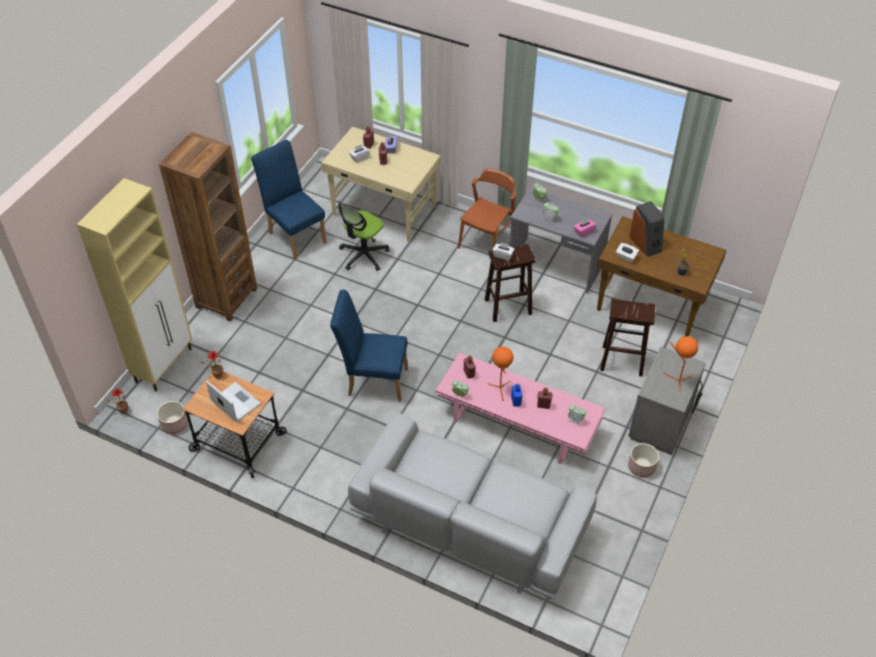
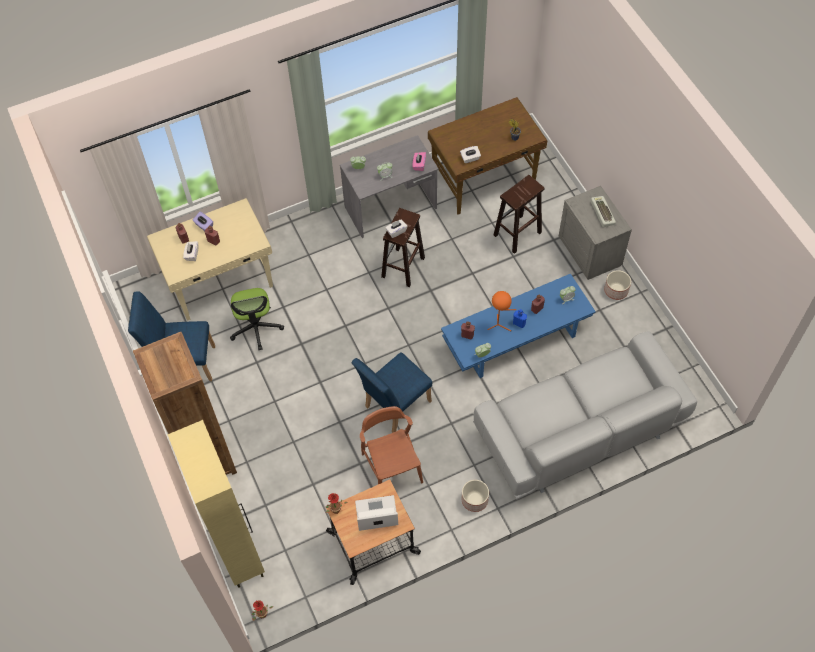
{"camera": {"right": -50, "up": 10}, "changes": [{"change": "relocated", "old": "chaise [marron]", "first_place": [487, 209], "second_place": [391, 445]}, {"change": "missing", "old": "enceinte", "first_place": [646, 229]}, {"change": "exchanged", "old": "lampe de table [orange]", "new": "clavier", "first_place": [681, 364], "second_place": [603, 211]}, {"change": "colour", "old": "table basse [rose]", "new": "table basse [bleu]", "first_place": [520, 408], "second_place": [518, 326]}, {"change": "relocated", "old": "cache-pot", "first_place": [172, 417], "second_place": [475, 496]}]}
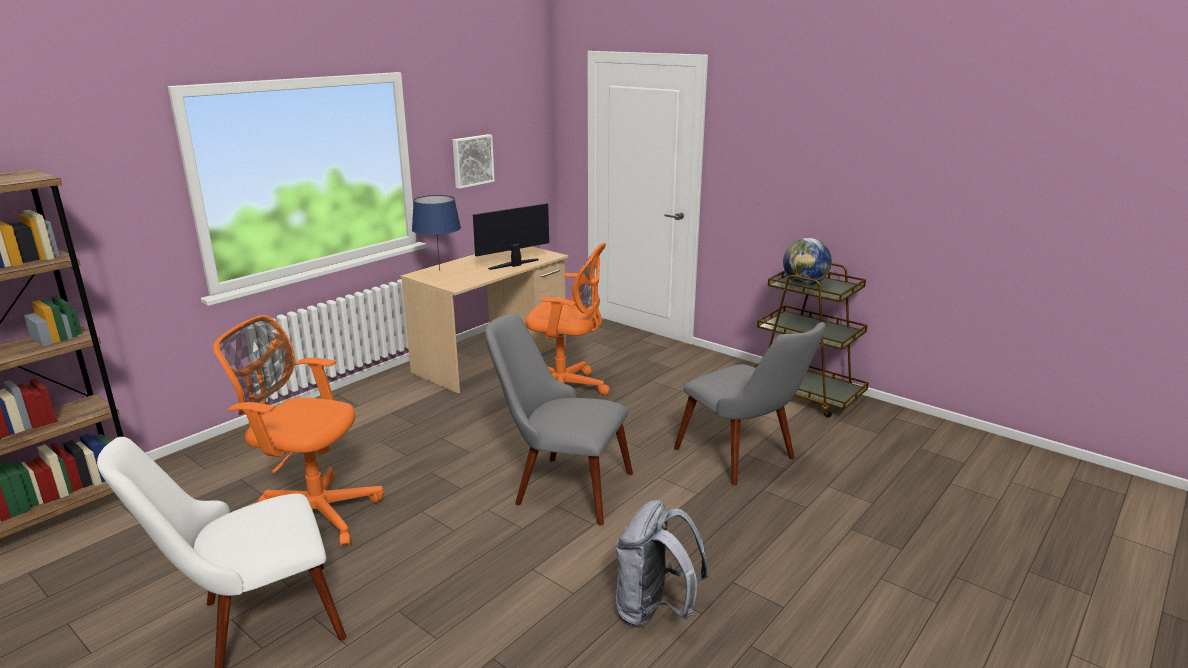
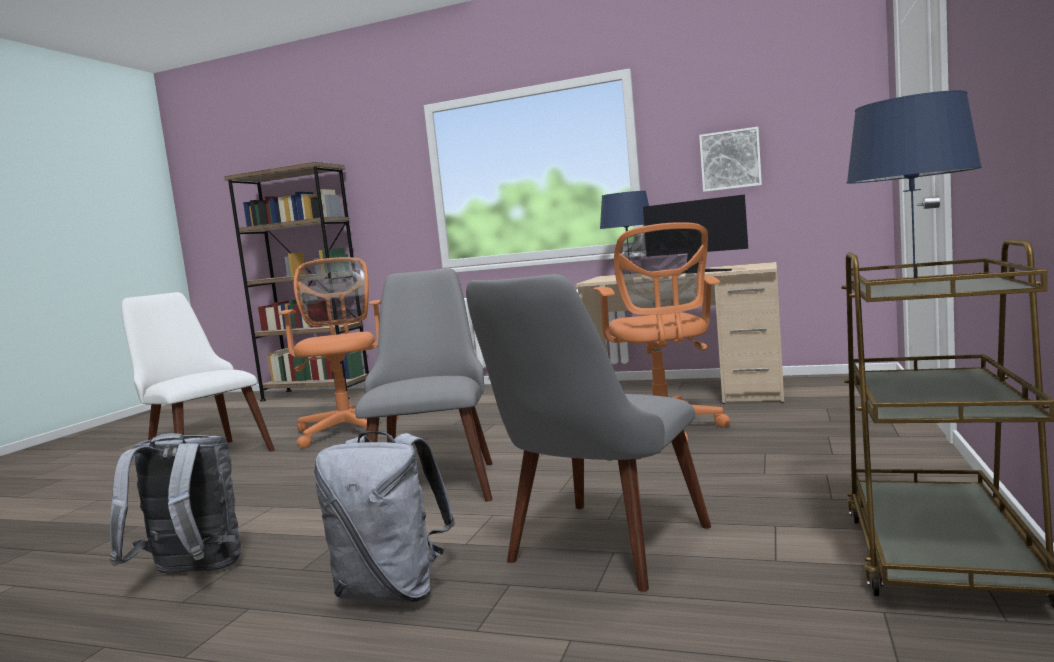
{"camera": {"right": 70, "up": -15}, "changes": [{"change": "exchanged", "old": "globe", "new": "lampe de table [bleu]", "first_place": [807, 262], "second_place": [914, 184]}, {"change": "appeared", "new": "sac à dos [gris]", "second_place": [384, 516]}]}
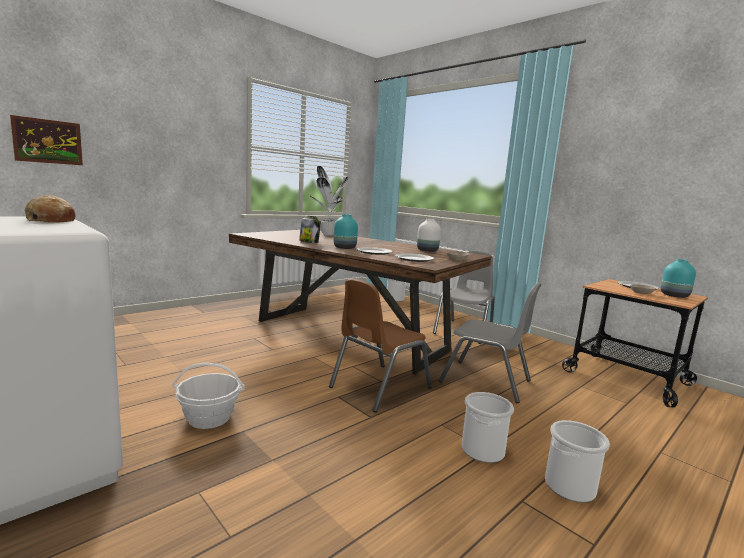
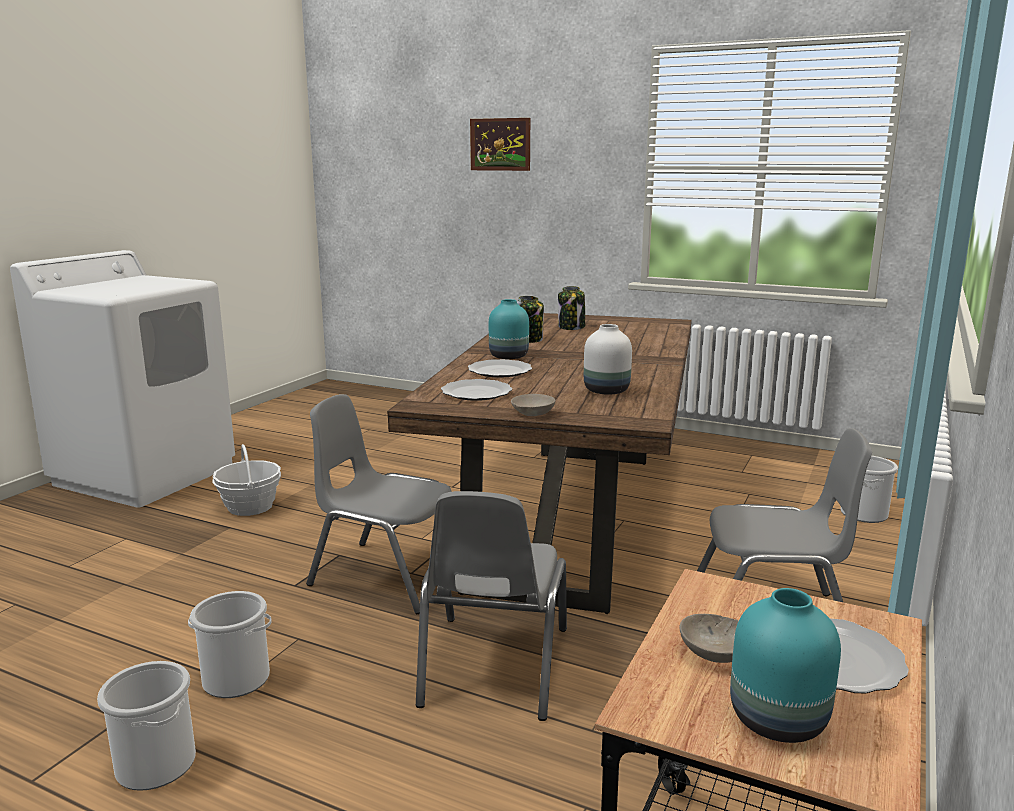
{"camera": {"right": 70, "up": 5}, "changes": [{"change": "relocated", "old": "tableau", "first_place": [46, 140], "second_place": [500, 144]}, {"change": "missing", "old": "plante en pot", "first_place": [328, 201]}, {"change": "missing", "old": "pain", "first_place": [50, 208]}, {"change": "colour", "old": "chaise [marron]", "new": "chaise [gris]", "first_place": [380, 345], "second_place": [379, 504]}, {"change": "appeared", "new": "bocal", "second_place": [571, 308]}]}
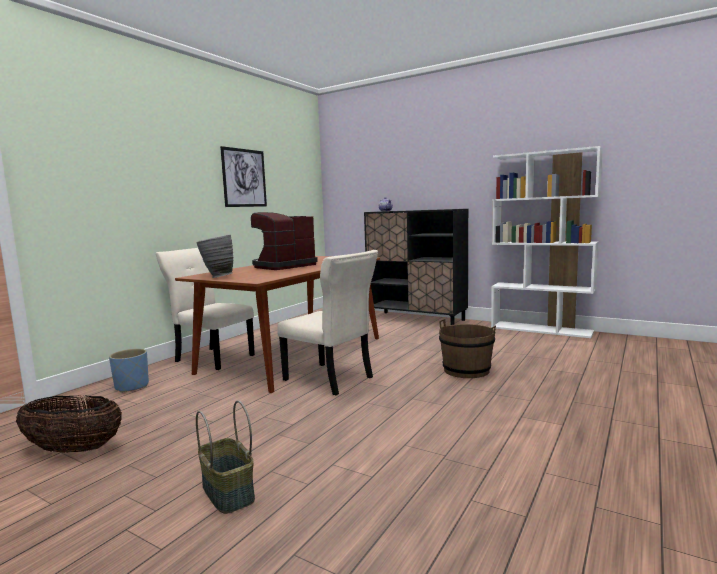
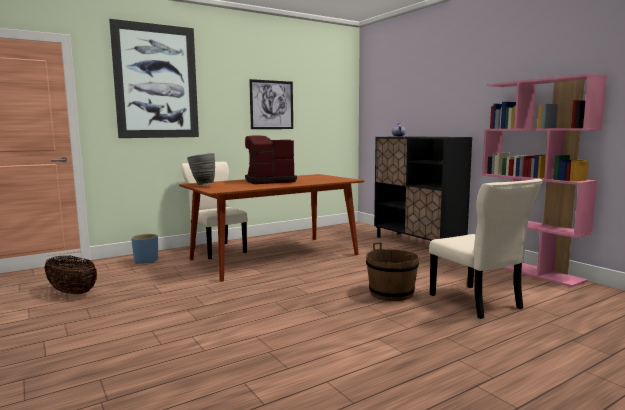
{"camera": {"right": 25, "up": 0}, "changes": [{"change": "colour", "old": "bibliothèque [blanc]", "new": "bibliothèque [rose]", "first_place": [547, 242], "second_place": [544, 180]}, {"change": "relocated", "old": "chaise [beige]", "first_place": [327, 322], "second_place": [486, 249]}, {"change": "missing", "old": "panier", "first_place": [225, 457]}, {"change": "appeared", "new": "tableau", "second_place": [154, 78]}]}
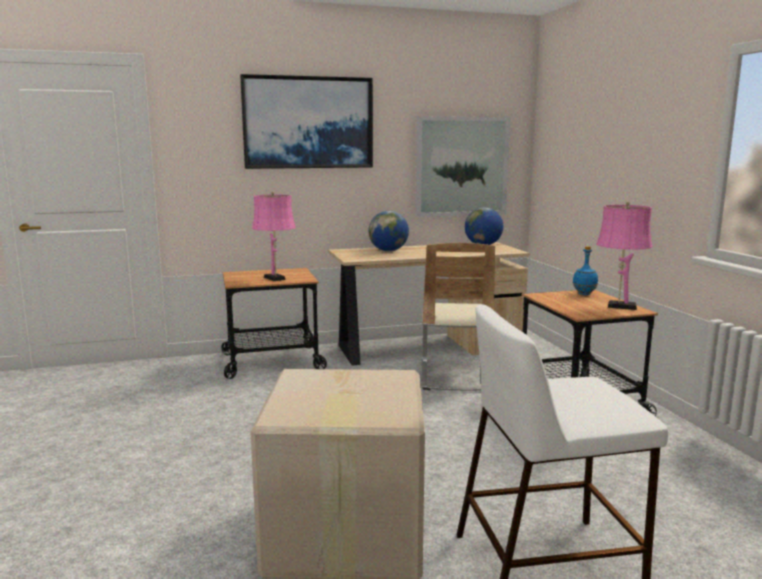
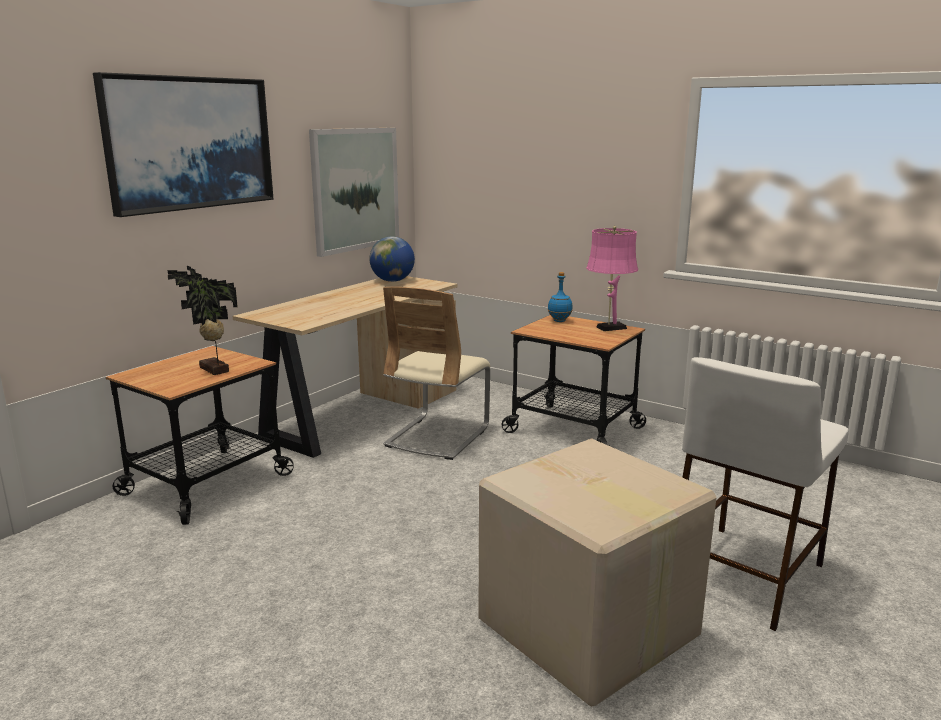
{"camera": {"right": -40, "up": 5}, "changes": [{"change": "exchanged", "old": "lampe de table [rose]", "new": "plante en pot", "first_place": [274, 236], "second_place": [203, 320]}, {"change": "missing", "old": "globe", "first_place": [388, 231]}, {"change": "spun", "old": "chaise [beige]", "first_place": [458, 317], "second_place": [437, 373], "degrees": 60}]}
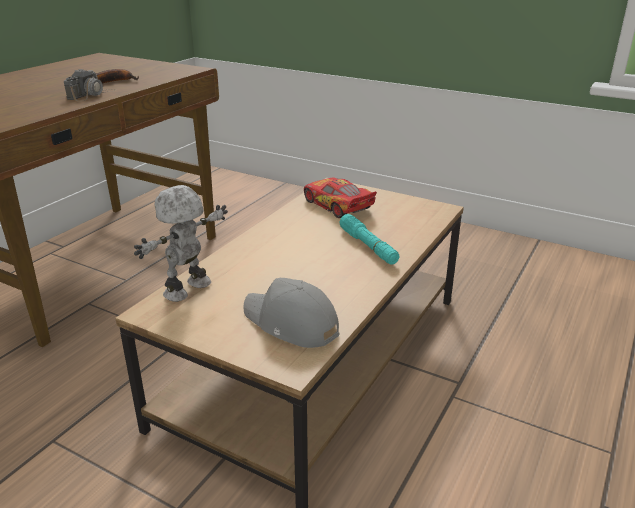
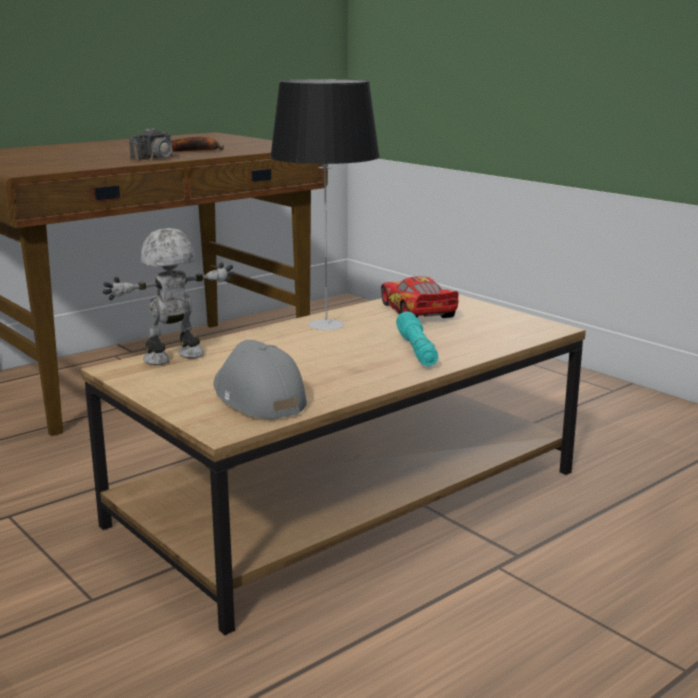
{"camera": {"right": 20, "up": -10}, "changes": [{"change": "appeared", "new": "lampe de table", "second_place": [325, 205]}]}
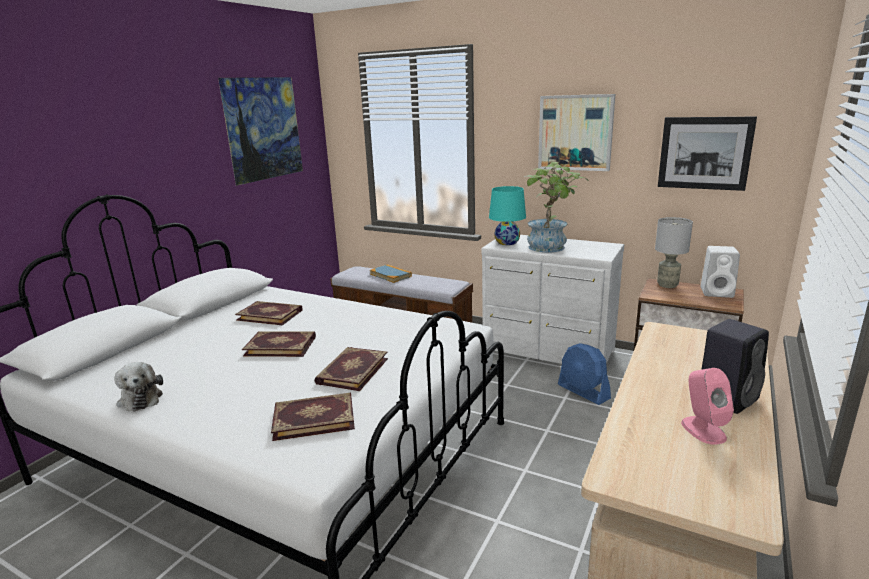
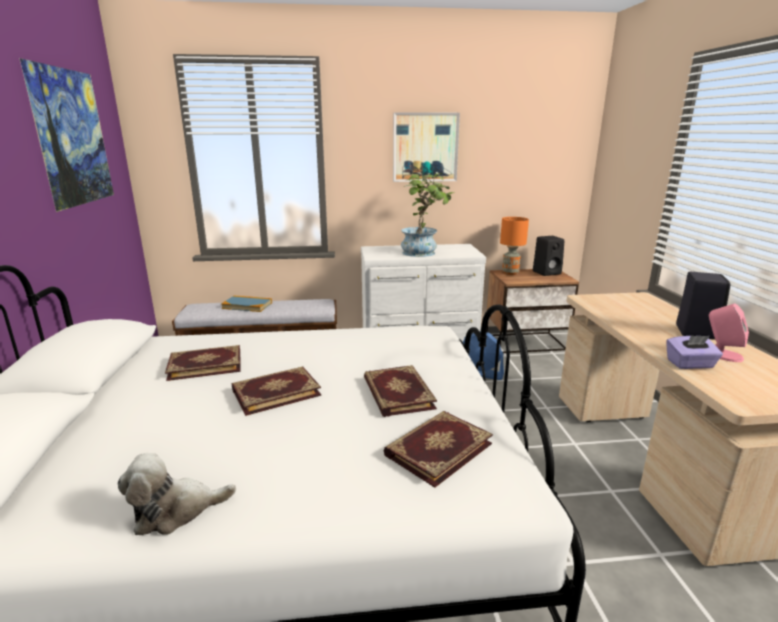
{"camera": {"right": -35, "up": 0}, "changes": [{"change": "missing", "old": "tableau", "first_place": [707, 154]}, {"change": "missing", "old": "lampe de table [turquoise]", "first_place": [507, 215]}, {"change": "colour", "old": "lampe de table [gris]", "new": "lampe de table [orange]", "first_place": [674, 252], "second_place": [514, 246]}, {"change": "colour", "old": "enceinte [blanc]", "new": "enceinte [noir]", "first_place": [720, 272], "second_place": [548, 256]}, {"change": "spun", "old": "peluche", "first_place": [138, 386], "second_place": [177, 494], "degrees": 135}, {"change": "appeared", "new": "boîte à mouchoirs [violet]", "second_place": [694, 352]}]}
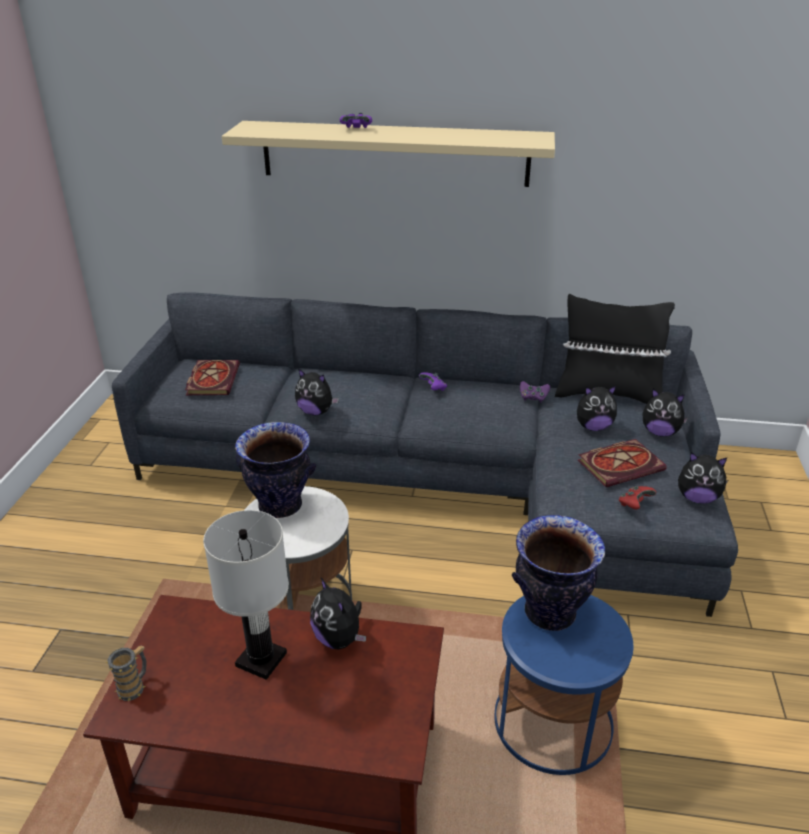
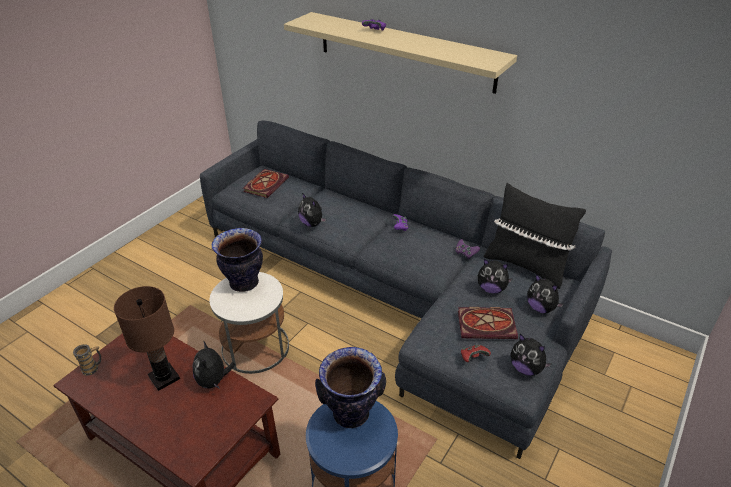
{"camera": {"right": 25, "up": 5}, "changes": [{"change": "colour", "old": "lampe de table [blanc]", "new": "lampe de table [marron]", "first_place": [246, 595], "second_place": [147, 338]}]}
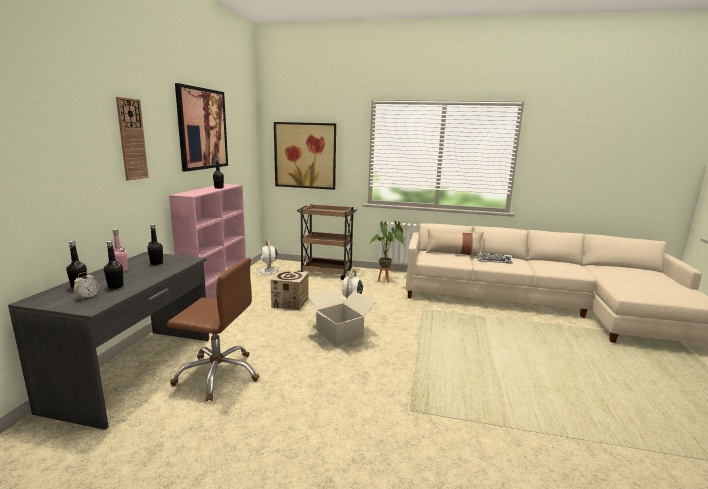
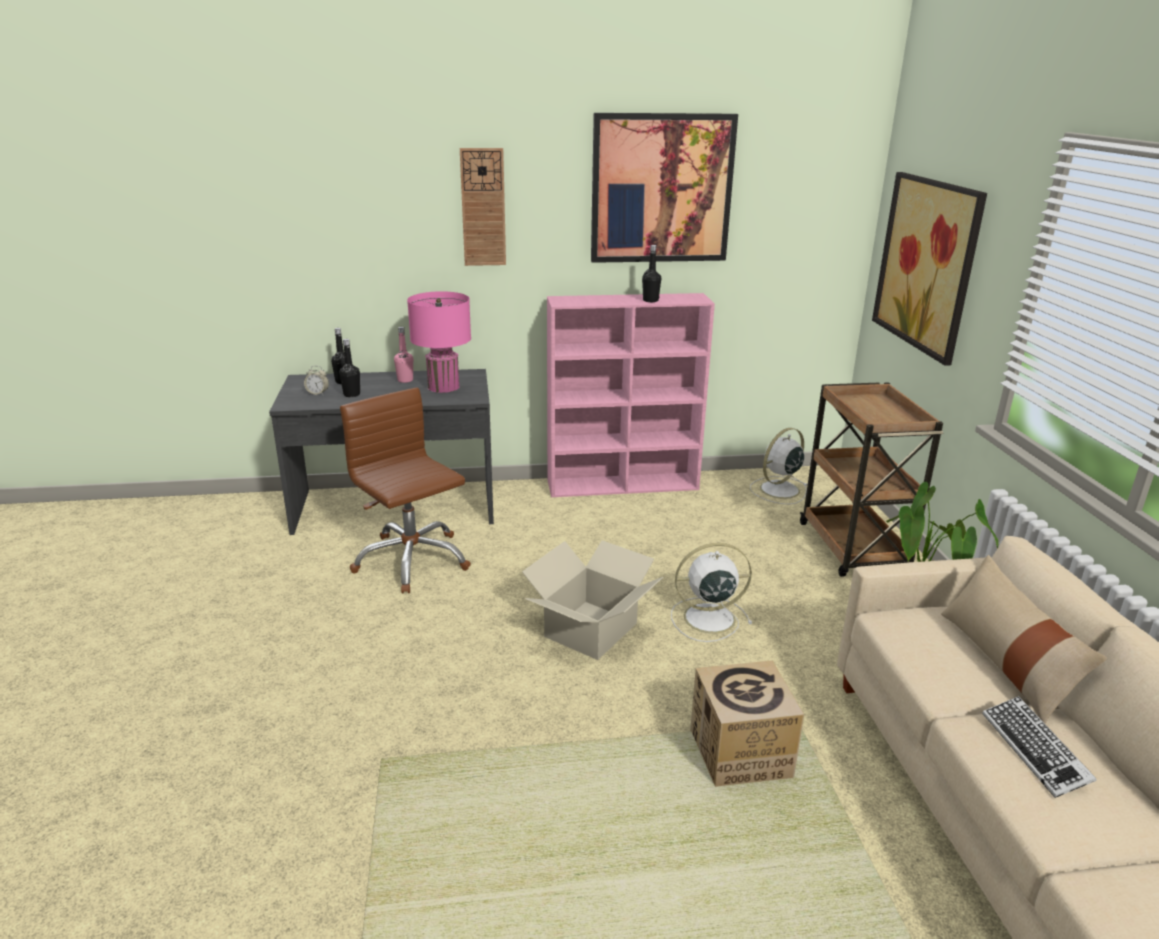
{"camera": {"right": 70, "up": 10}, "changes": [{"change": "exchanged", "old": "bouteille [noir]", "new": "lampe de table [rose]", "first_place": [155, 244], "second_place": [439, 342]}, {"change": "spun", "old": "chaise de bureau [marron]", "first_place": [213, 330], "second_place": [405, 490], "degrees": 150}, {"change": "relocated", "old": "carton", "first_place": [290, 290], "second_place": [747, 723]}]}
